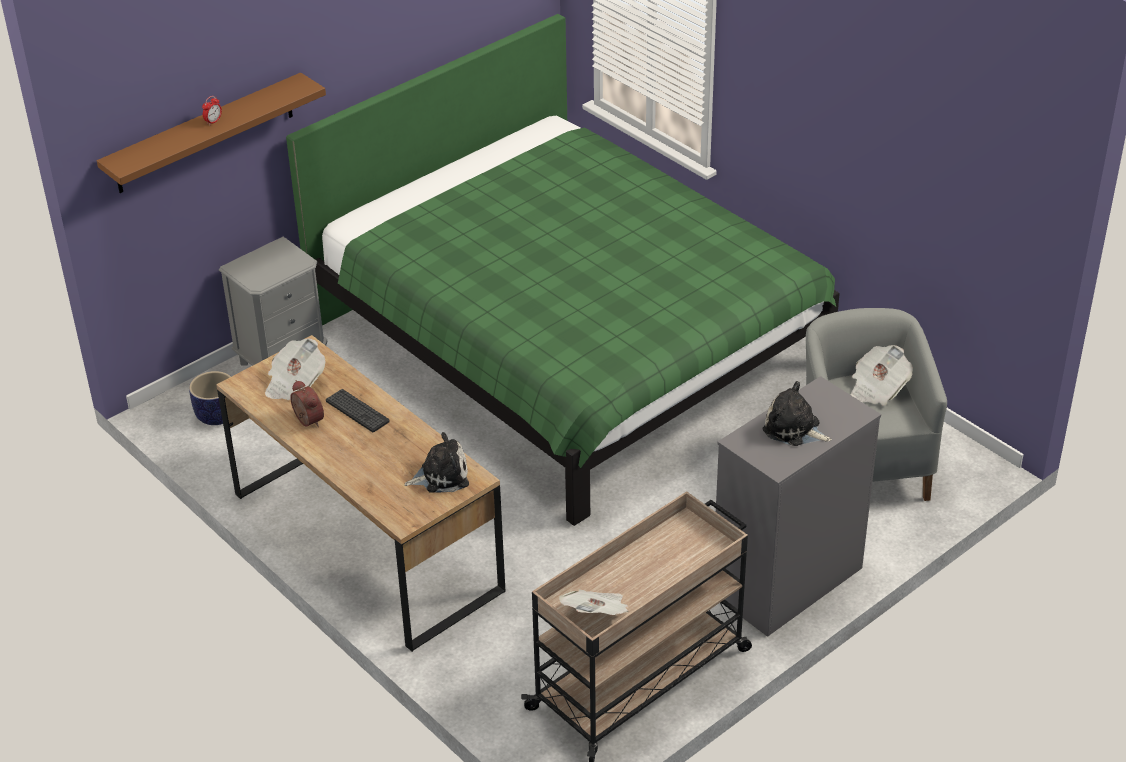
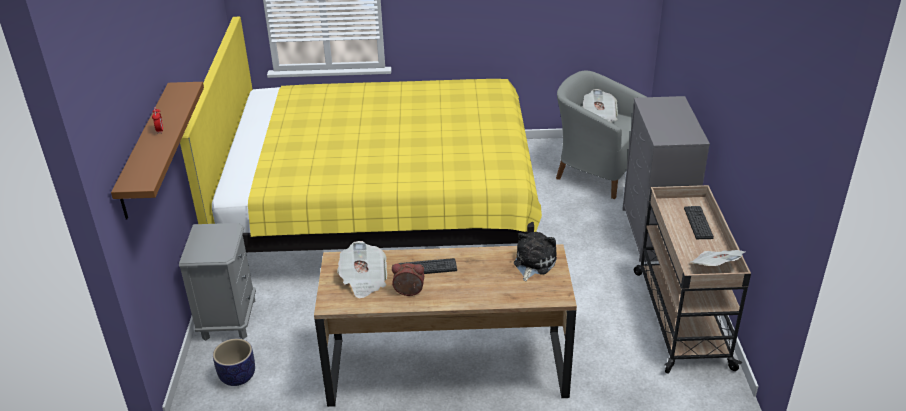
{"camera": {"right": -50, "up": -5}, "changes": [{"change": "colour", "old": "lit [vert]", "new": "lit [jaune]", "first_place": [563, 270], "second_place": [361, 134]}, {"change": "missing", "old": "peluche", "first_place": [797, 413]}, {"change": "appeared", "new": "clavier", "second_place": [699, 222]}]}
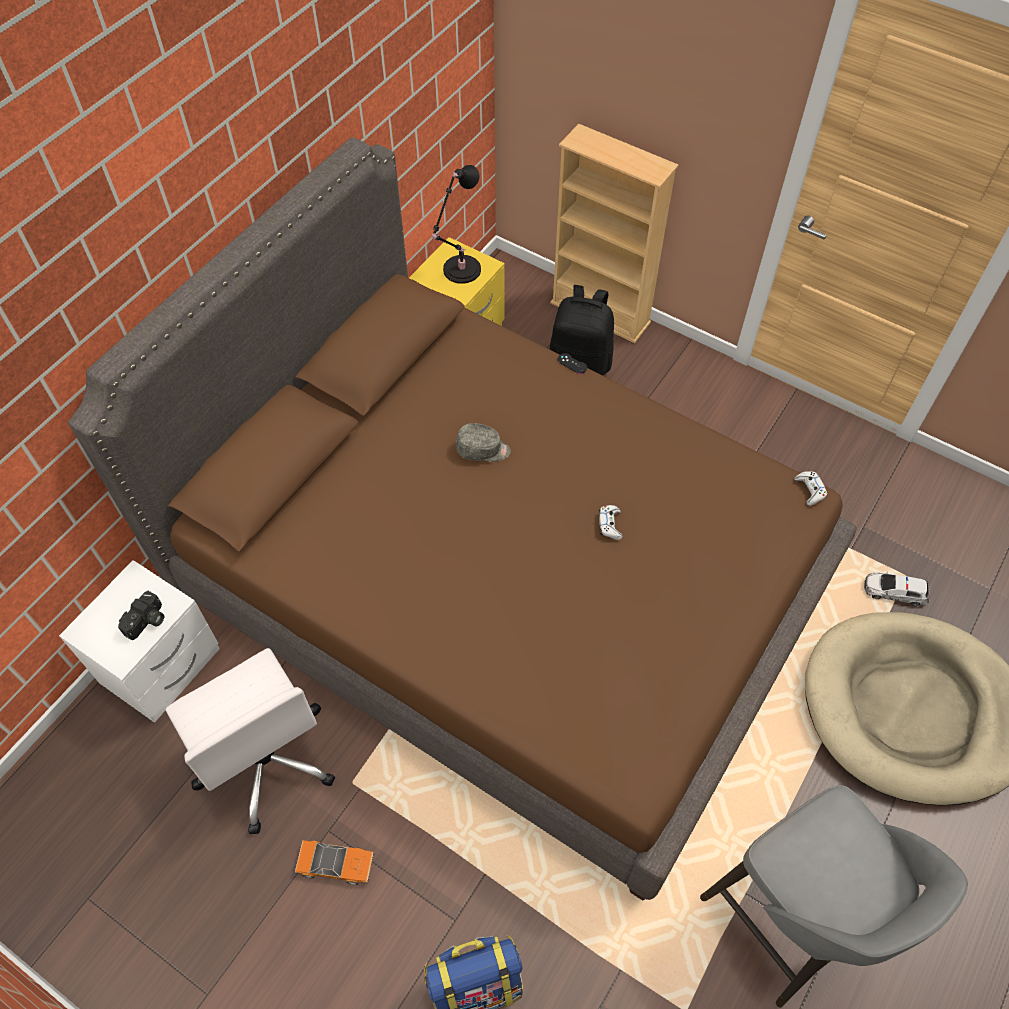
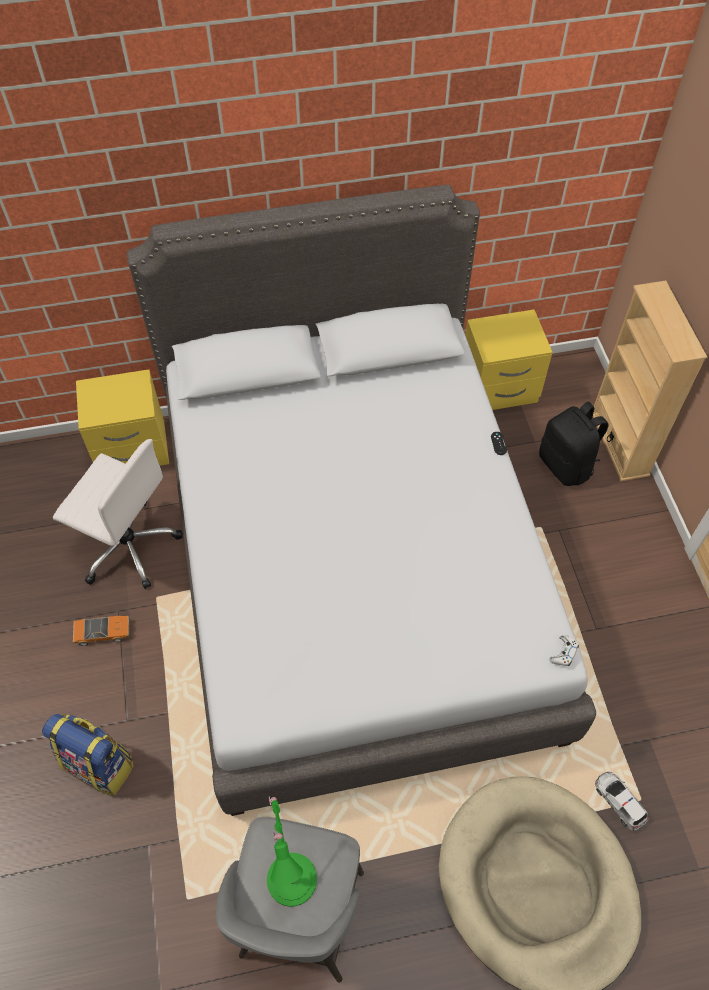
{"camera": {"right": 45, "up": 0}, "changes": [{"change": "colour", "old": "lit [marron]", "new": "lit [gris]", "first_place": [462, 519], "second_place": [361, 500]}, {"change": "missing", "old": "lampe de table [noir]", "first_place": [456, 224]}, {"change": "missing", "old": "casquette [gris]", "first_place": [483, 442]}, {"change": "missing", "old": "manette [blanc]", "first_place": [611, 522]}, {"change": "colour", "old": "table de chevet [blanc]", "new": "table de chevet [jaune]", "first_place": [139, 641], "second_place": [122, 417]}, {"change": "missing", "old": "appareil photo", "first_place": [141, 615]}, {"change": "spun", "old": "chaise de bureau [blanc]", "first_place": [250, 741], "second_place": [118, 514], "degrees": -75}, {"change": "spun", "old": "petite voiture", "first_place": [334, 862], "second_place": [101, 631], "degrees": -60}, {"change": "appeared", "new": "lampe de table [vert]", "second_place": [292, 852]}]}
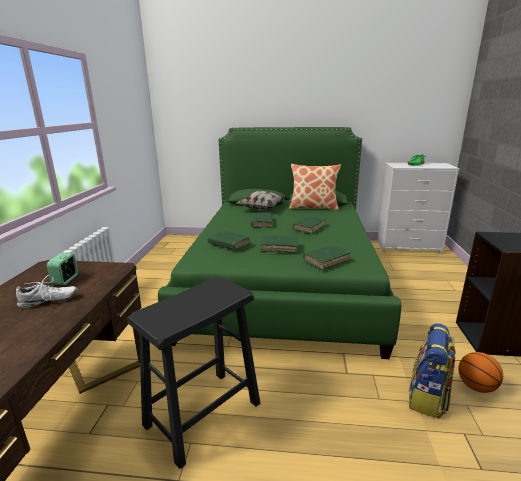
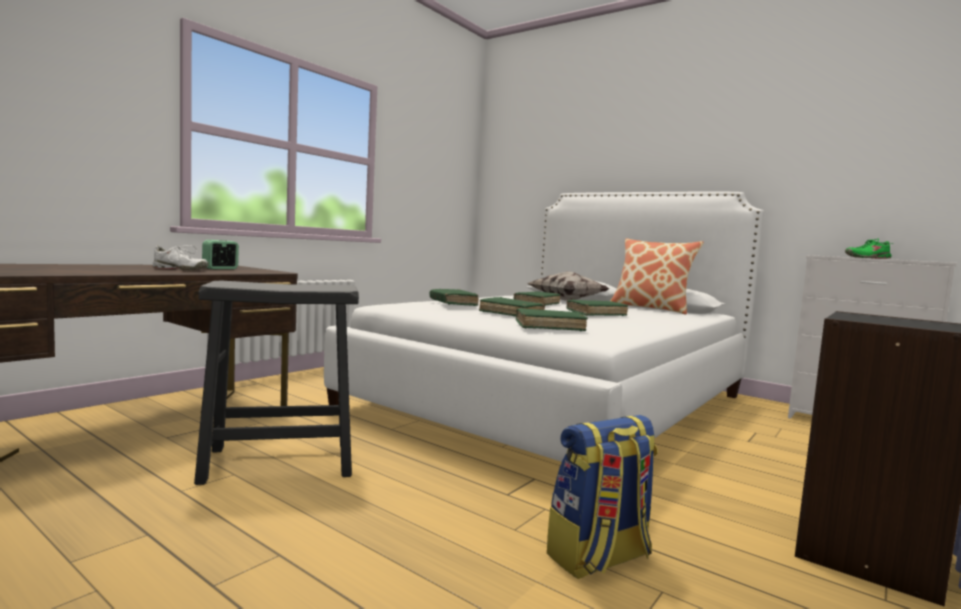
{"camera": {"right": 30, "up": -15}, "changes": [{"change": "colour", "old": "lit [vert]", "new": "lit [blanc]", "first_place": [279, 243], "second_place": [544, 327]}, {"change": "missing", "old": "ballon de basket", "first_place": [480, 372]}]}
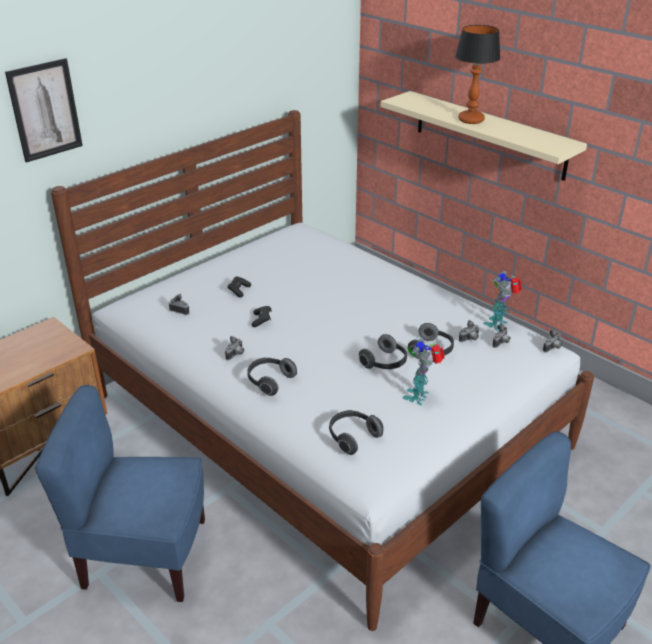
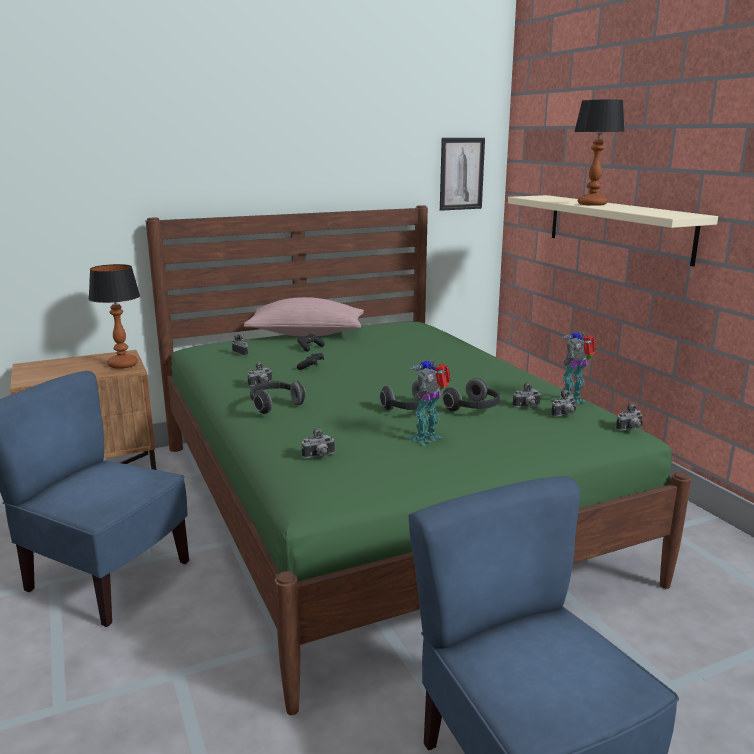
{"camera": {"right": 20, "up": -15}, "changes": [{"change": "relocated", "old": "tableau", "first_place": [44, 110], "second_place": [462, 174]}, {"change": "colour", "old": "lit [blanc]", "new": "lit [vert]", "first_place": [322, 370], "second_place": [418, 460]}, {"change": "exchanged", "old": "casque audio", "new": "appareil photo", "first_place": [356, 432], "second_place": [318, 442]}, {"change": "appeared", "new": "lampe de table", "second_place": [114, 316]}, {"change": "appeared", "new": "coussin [rose]", "second_place": [304, 316]}]}
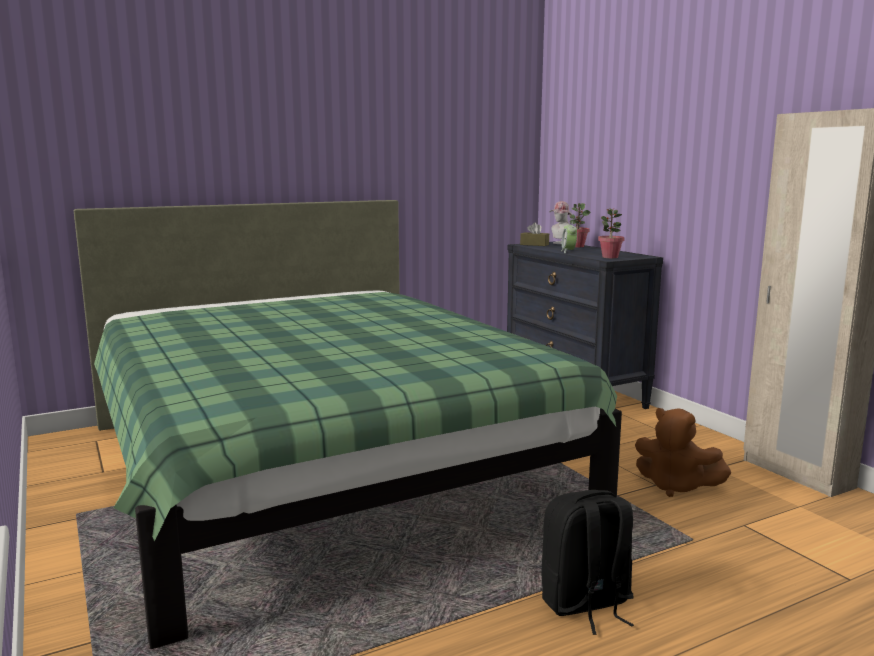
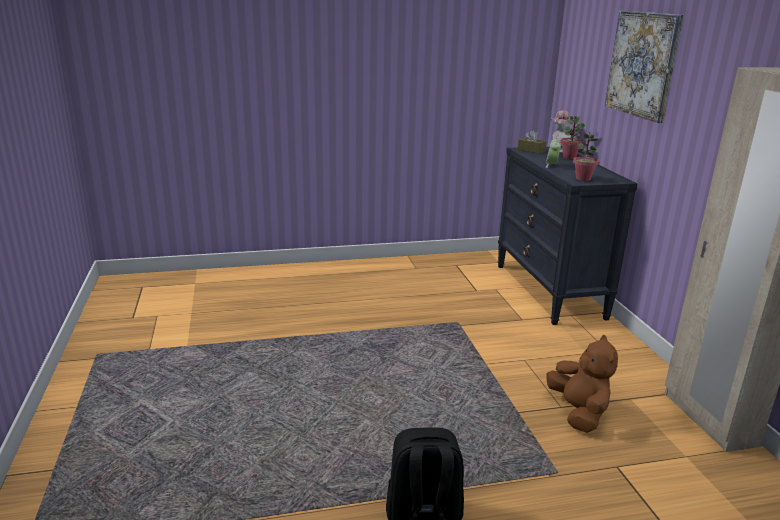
{"camera": {"right": 15, "up": 10}, "changes": [{"change": "missing", "old": "lit [vert]", "first_place": [348, 424]}, {"change": "spun", "old": "peluche [marron]", "first_place": [683, 452], "second_place": [582, 384], "degrees": -150}, {"change": "appeared", "new": "tableau", "second_place": [644, 67]}]}
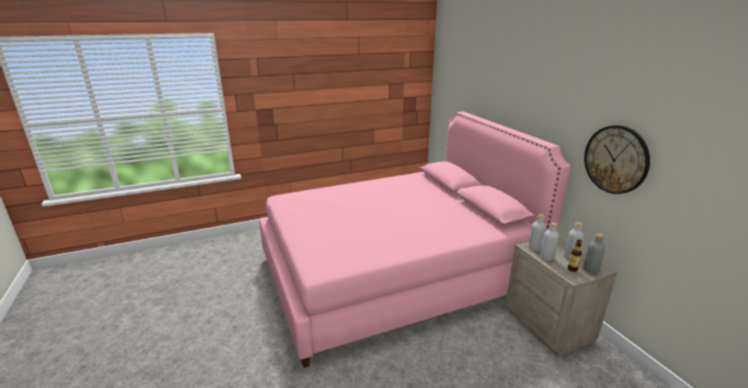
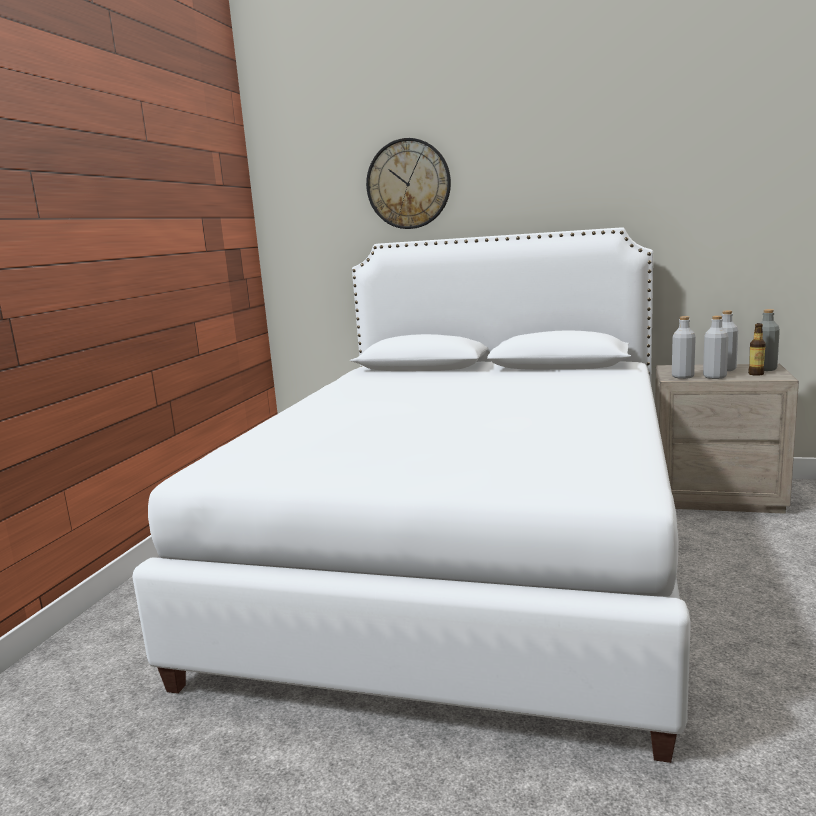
{"camera": {"right": -50, "up": -10}, "changes": [{"change": "colour", "old": "lit [rose]", "new": "lit [blanc]", "first_place": [415, 240], "second_place": [411, 495]}, {"change": "relocated", "old": "horloge murale", "first_place": [617, 159], "second_place": [408, 183]}]}
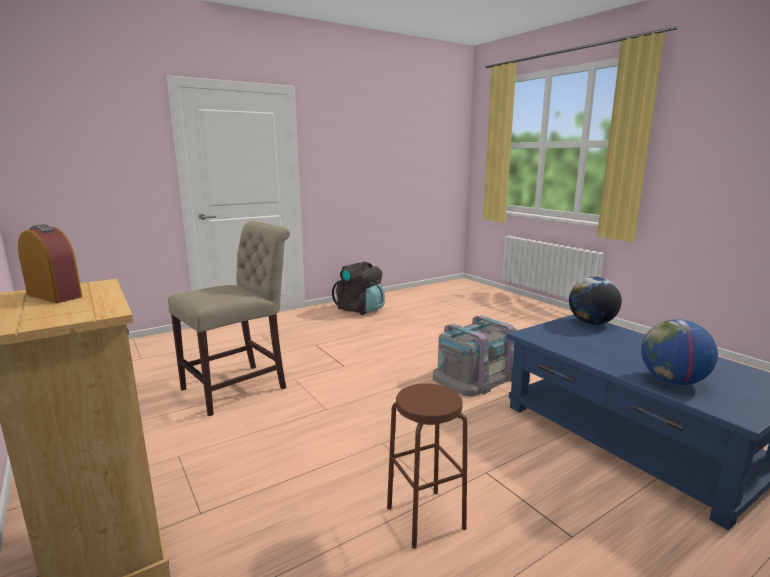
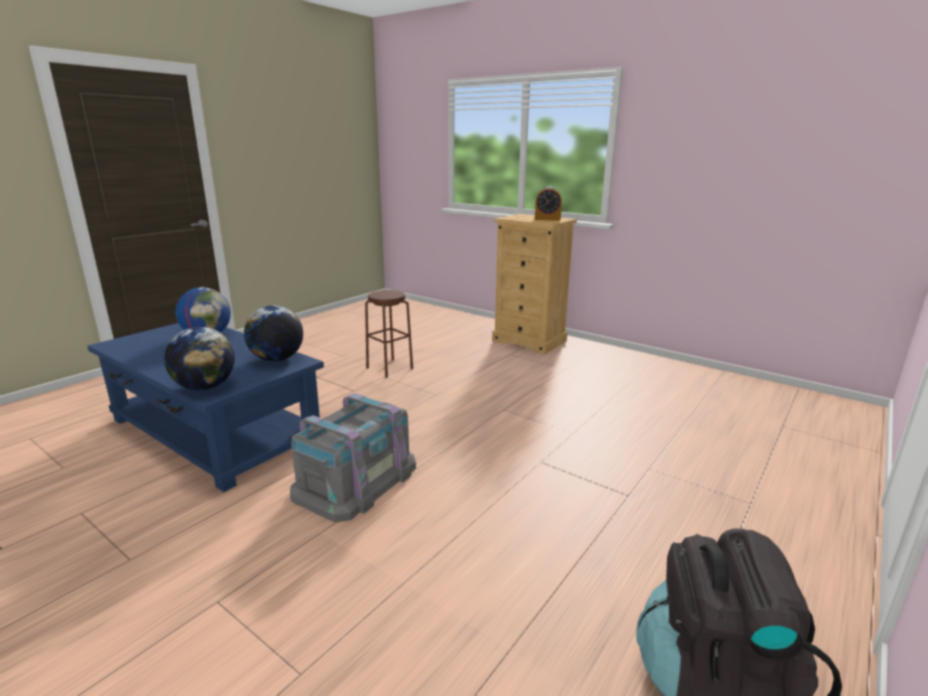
{"camera": {"right": 160, "up": 5}, "changes": [{"change": "missing", "old": "chaise [beige]", "first_place": [229, 318]}, {"change": "appeared", "new": "globe", "second_place": [273, 333]}]}
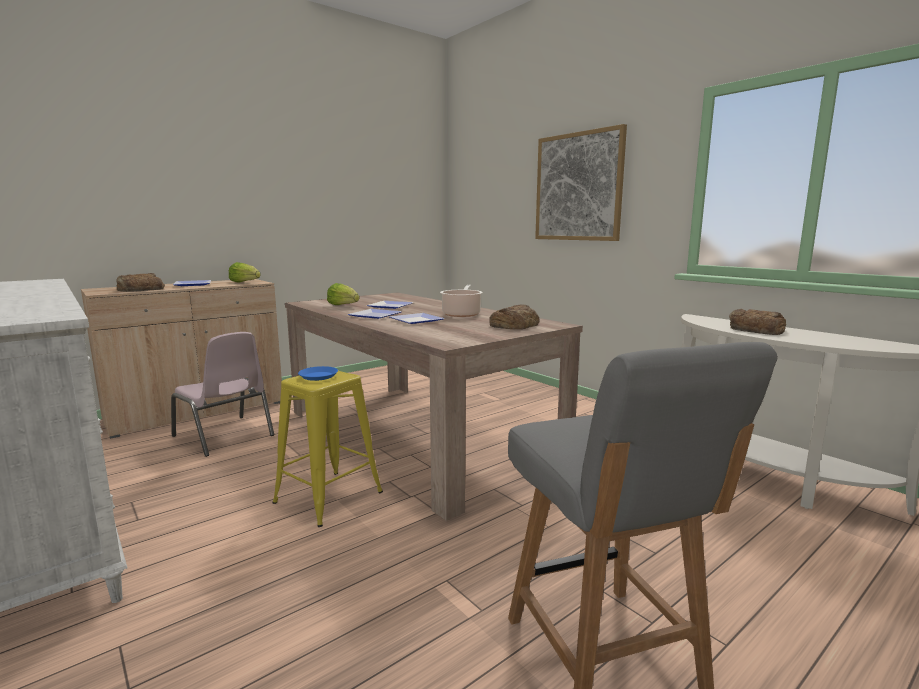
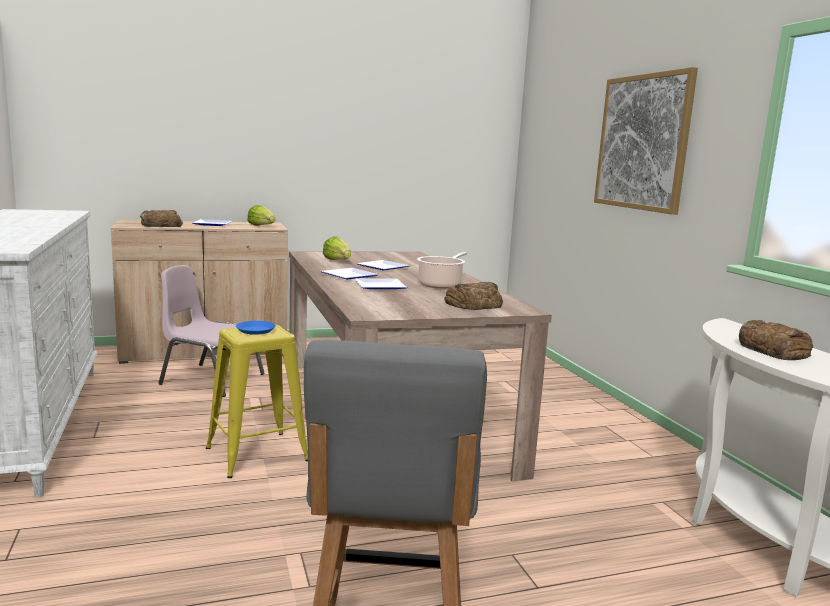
{"camera": {"right": 20, "up": 0}, "changes": [{"change": "spun", "old": "chaise [rose]", "first_place": [222, 394], "second_place": [211, 331], "degrees": 135}]}
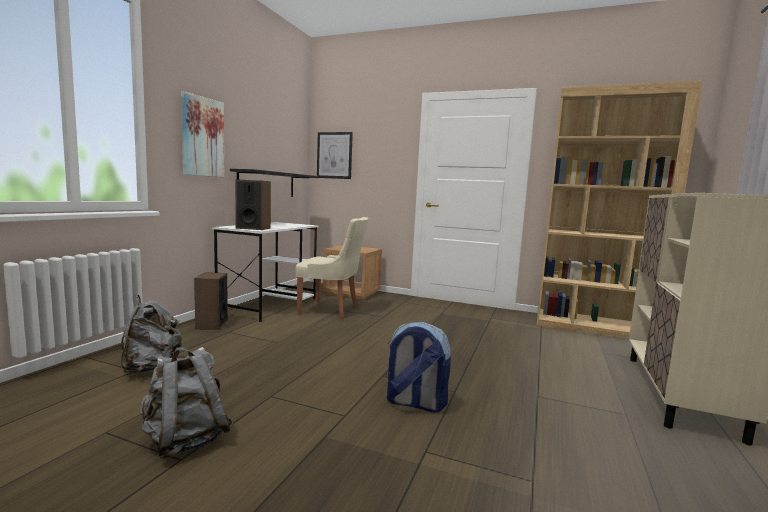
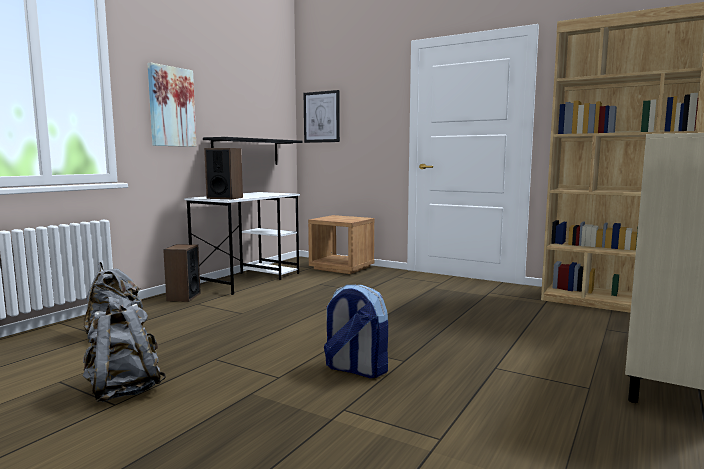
{"camera": {"right": 10, "up": 0}, "changes": [{"change": "missing", "old": "chaise [beige]", "first_place": [332, 268]}]}
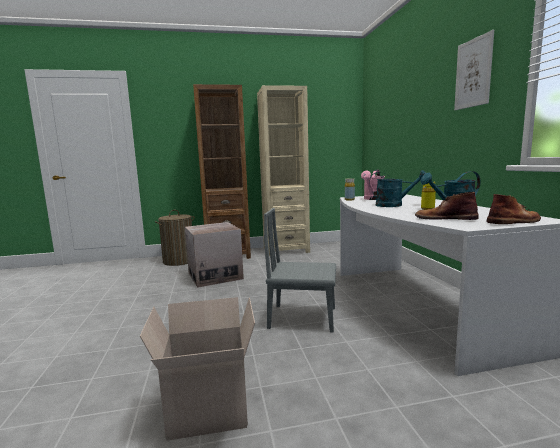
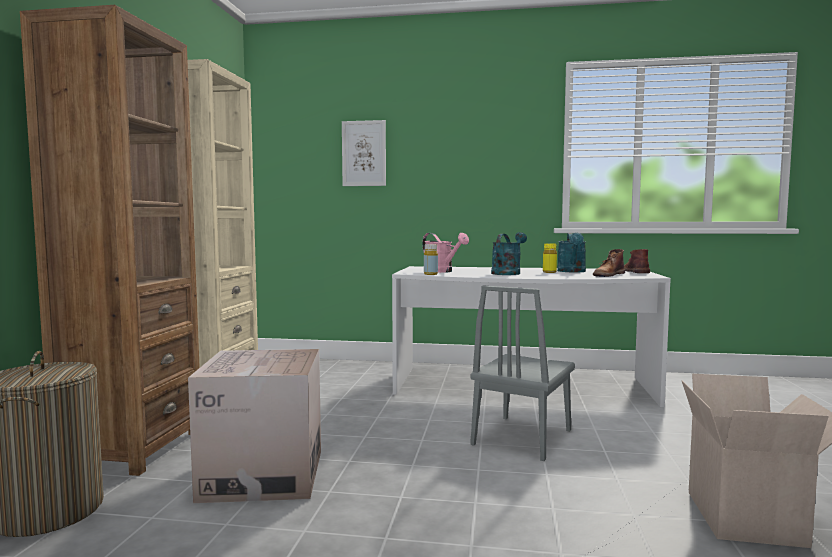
{"camera": {"right": -70, "up": -5}, "changes": [{"change": "relocated", "old": "tableau", "first_place": [474, 70], "second_place": [364, 153]}]}
